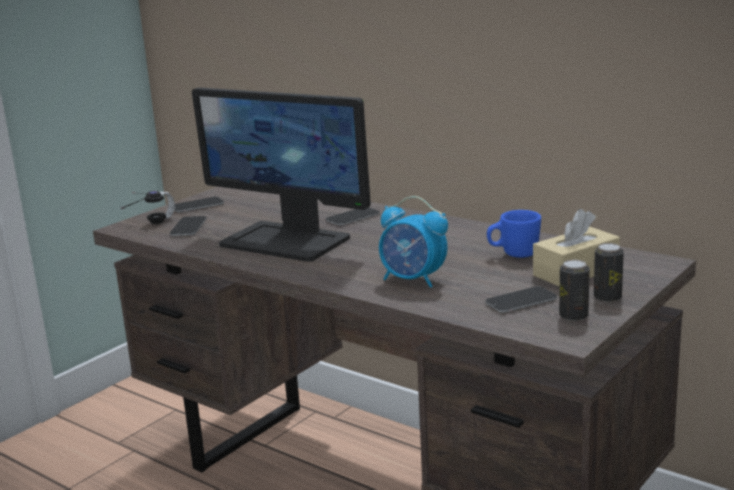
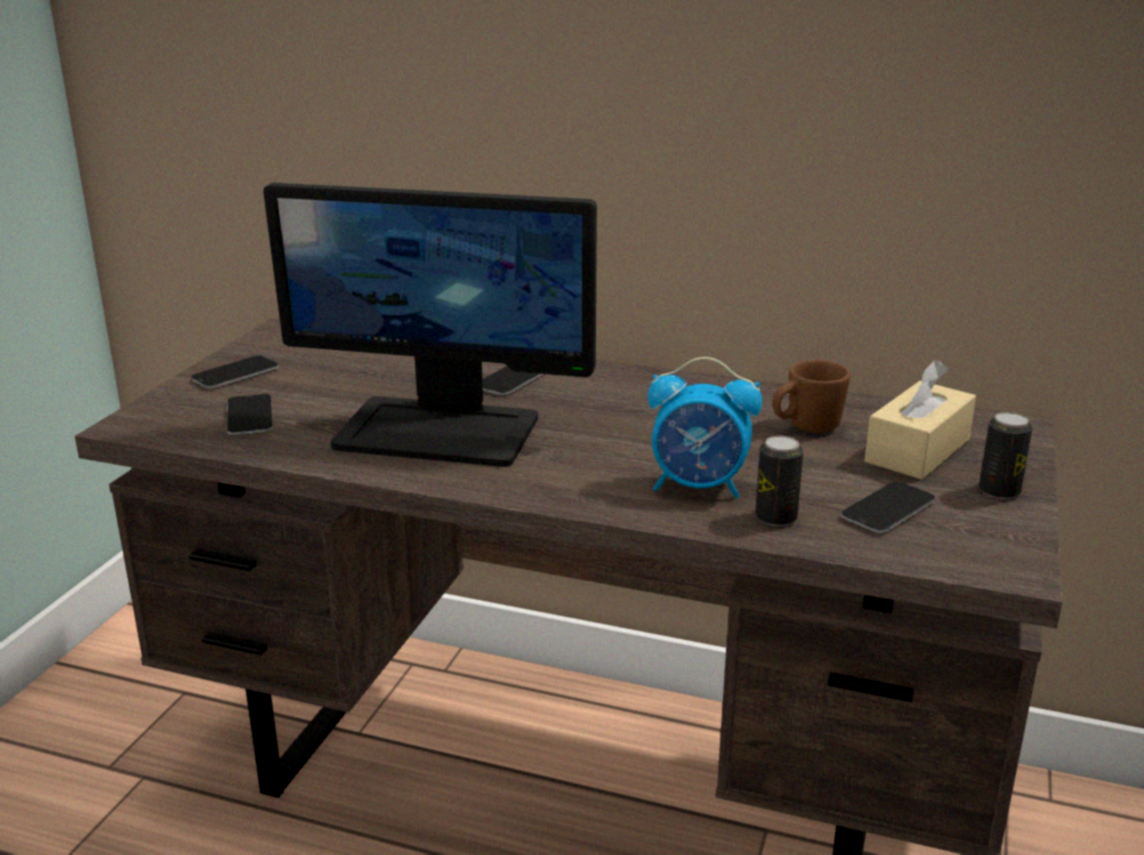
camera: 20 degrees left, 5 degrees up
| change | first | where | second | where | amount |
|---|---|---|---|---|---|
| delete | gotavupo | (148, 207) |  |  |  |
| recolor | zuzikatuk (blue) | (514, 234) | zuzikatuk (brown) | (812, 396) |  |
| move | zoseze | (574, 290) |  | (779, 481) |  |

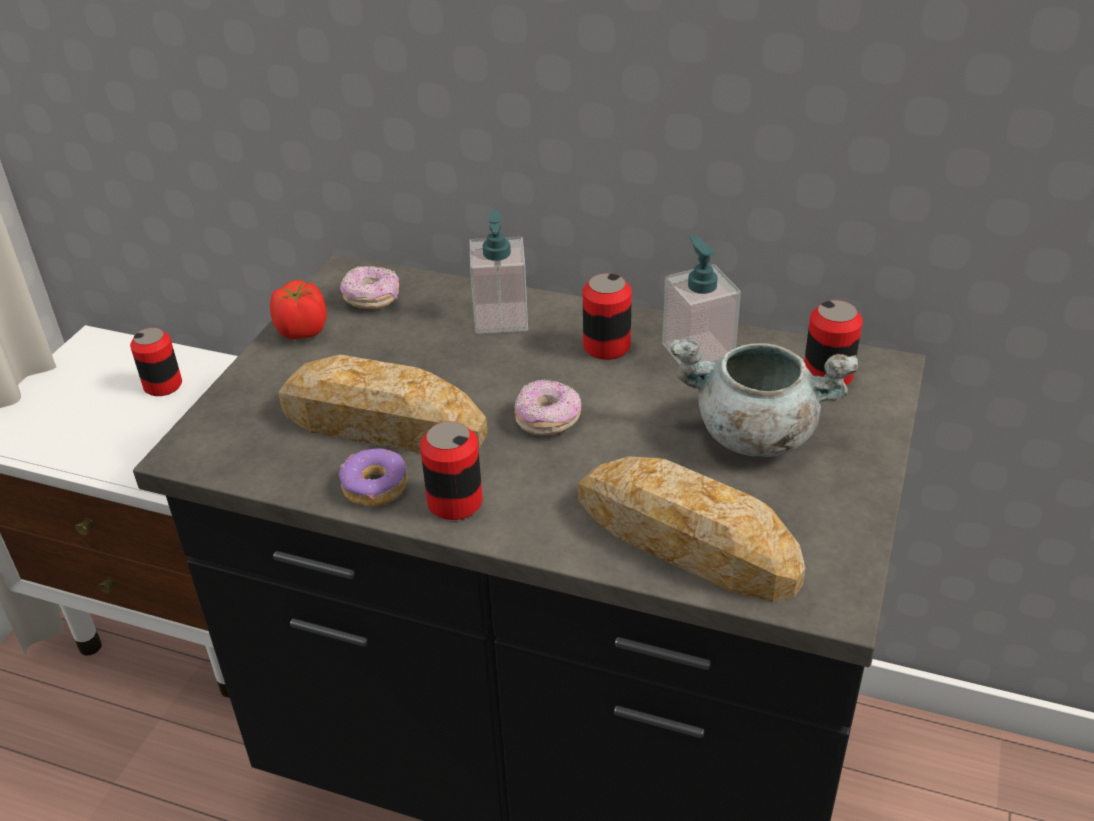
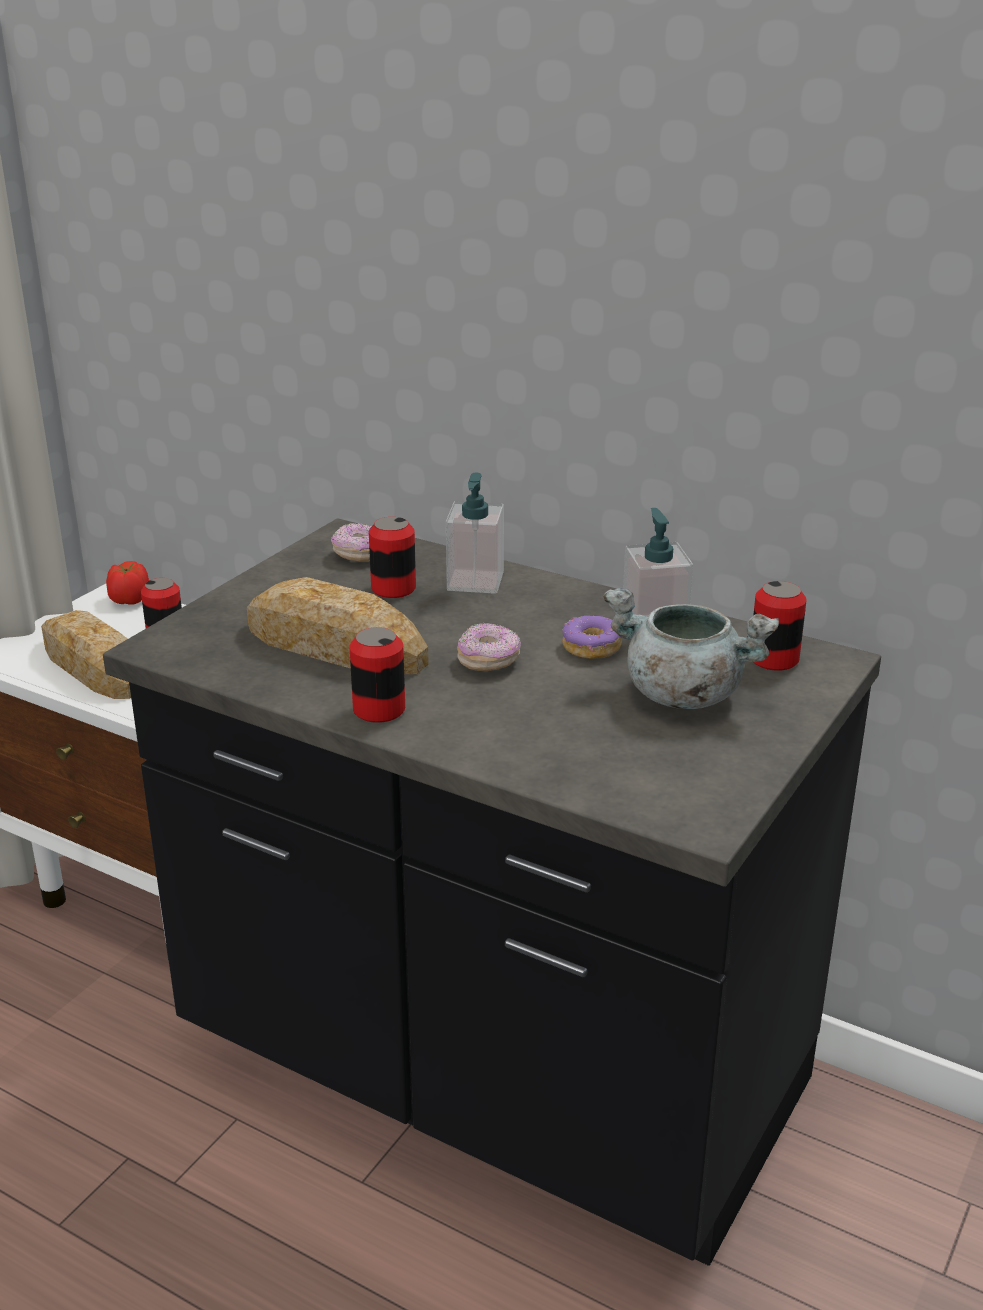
camera: 10 degrees right, 10 degrees down
| change | first | where | second | where | amount |
|---|---|---|---|---|---|
| move | zoseze | (607, 316) |  | (392, 557) |  |
| move | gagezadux | (298, 310) |  | (127, 583) |  |
| move | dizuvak | (373, 477) |  | (592, 637) |  |
| move | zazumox | (691, 529) |  | (86, 654) |  |

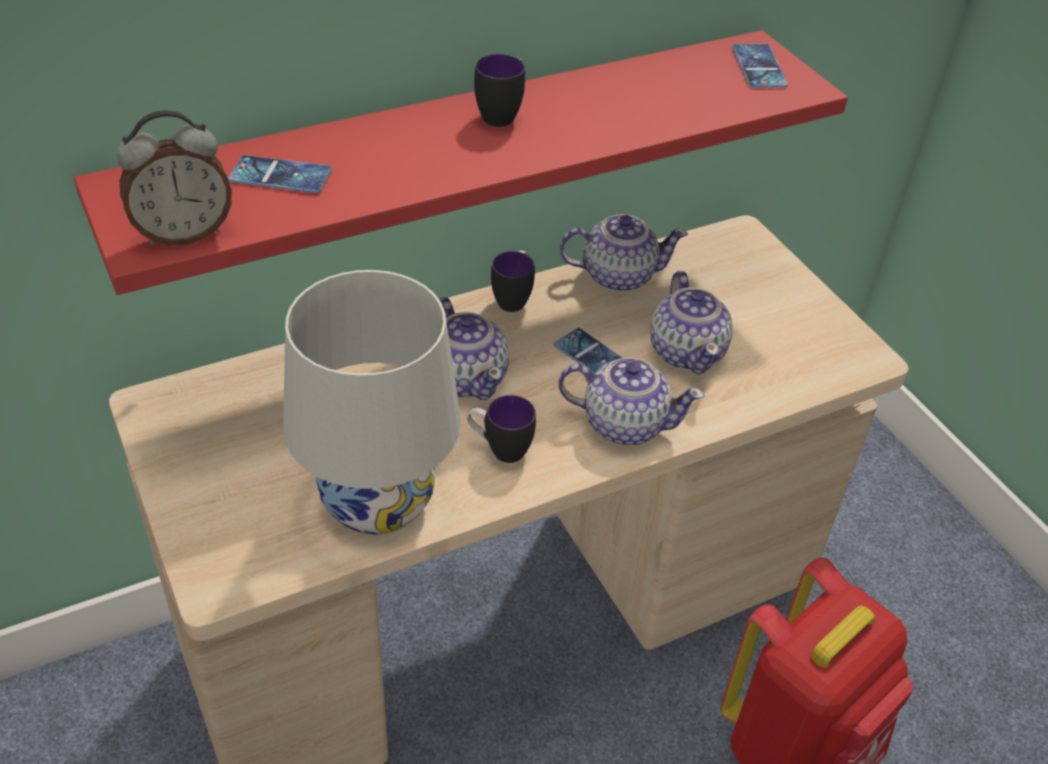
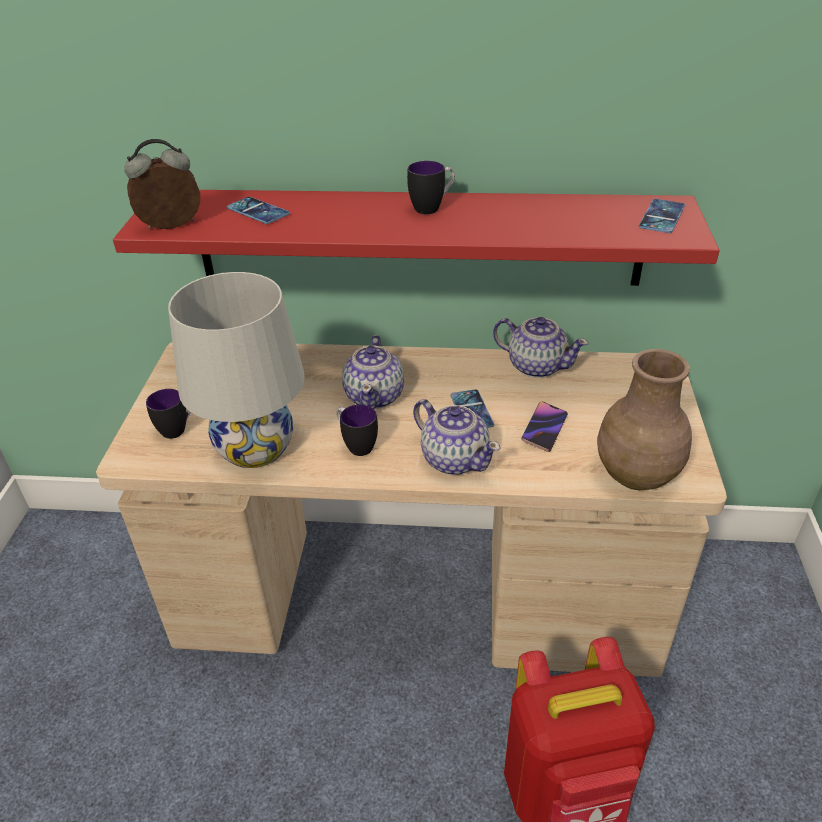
camera: 35 degrees right, 5 degrees down
| change | first | where | second | where | amount |
|---|---|---|---|---|---|
| rotate | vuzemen | (174, 177) |  | (162, 184) | 150 degrees clockwise |
| move | zuzikatuk | (513, 281) |  | (168, 414) |  |
| replace | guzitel | (691, 322) | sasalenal | (544, 427) |  |
| insert |  |  | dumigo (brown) | (644, 419) |  |

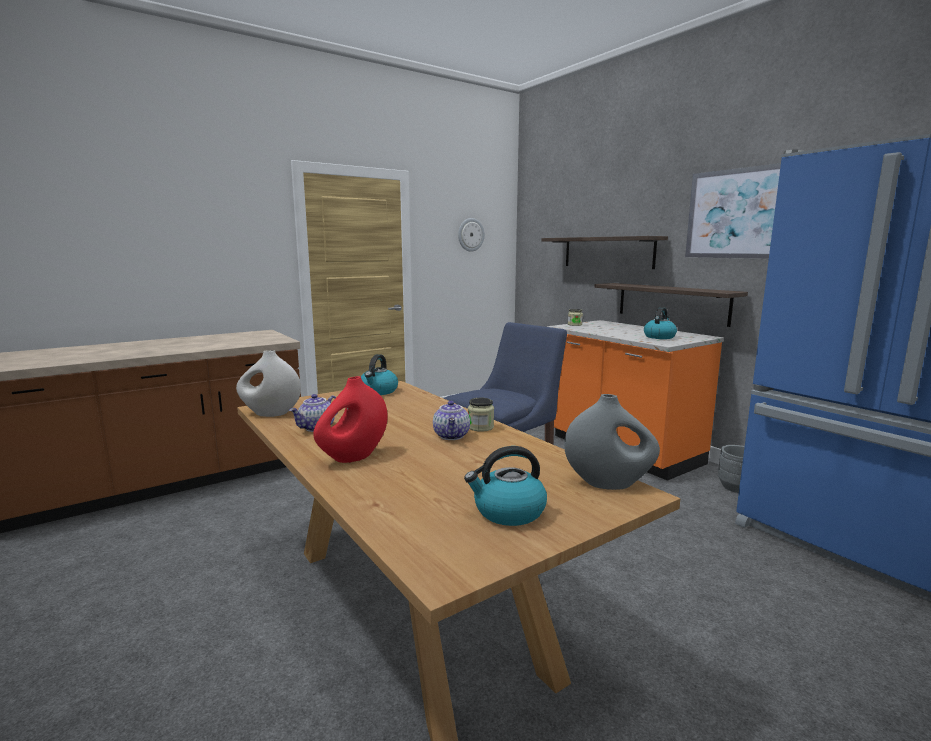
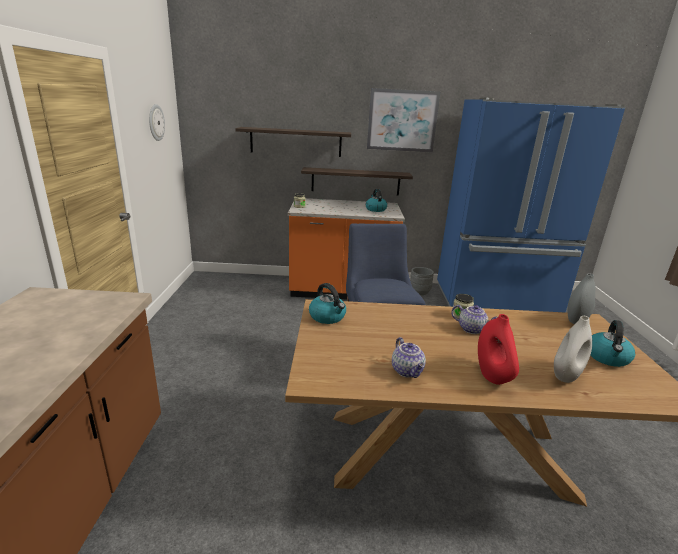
camera: 55 degrees left, 10 degrees up
| change | first | where | second | where | amount |
|---|---|---|---|---|---|
| move | dumigo (white) | (268, 383) |  | (573, 349) |  |

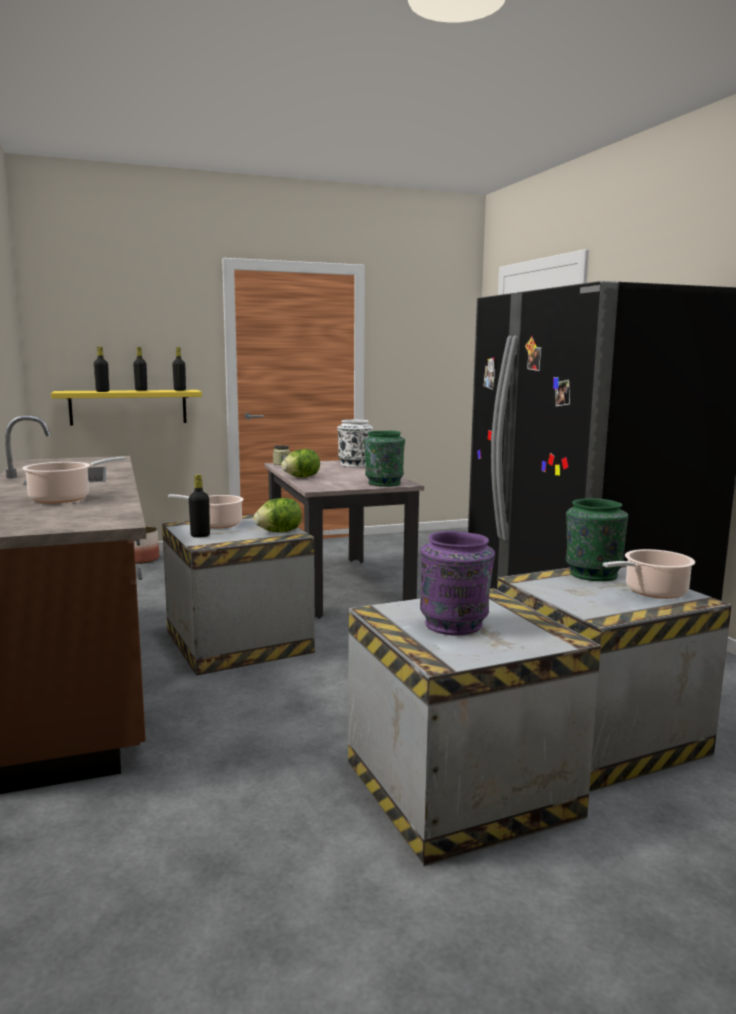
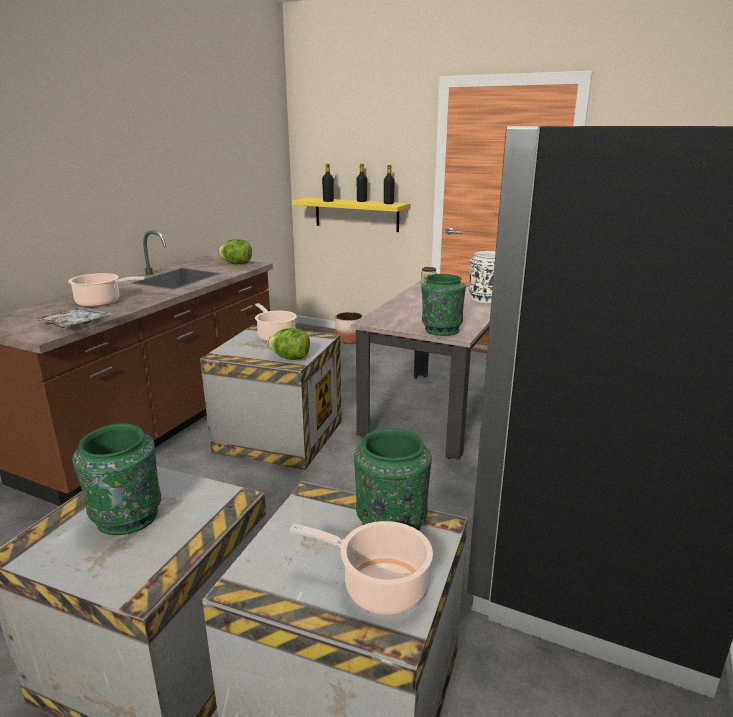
camera: 45 degrees right, 10 degrees up
| change | first | where | second | where | amount |
|---|---|---|---|---|---|
| move | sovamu | (301, 463) |  | (235, 251) |  |
| delete | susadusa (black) | (199, 505) |  |  |  |
| recolor | dumigo (purple) | (457, 583) | dumigo (green) | (116, 479) |  |
| insert |  |  | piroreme | (72, 317) |  |

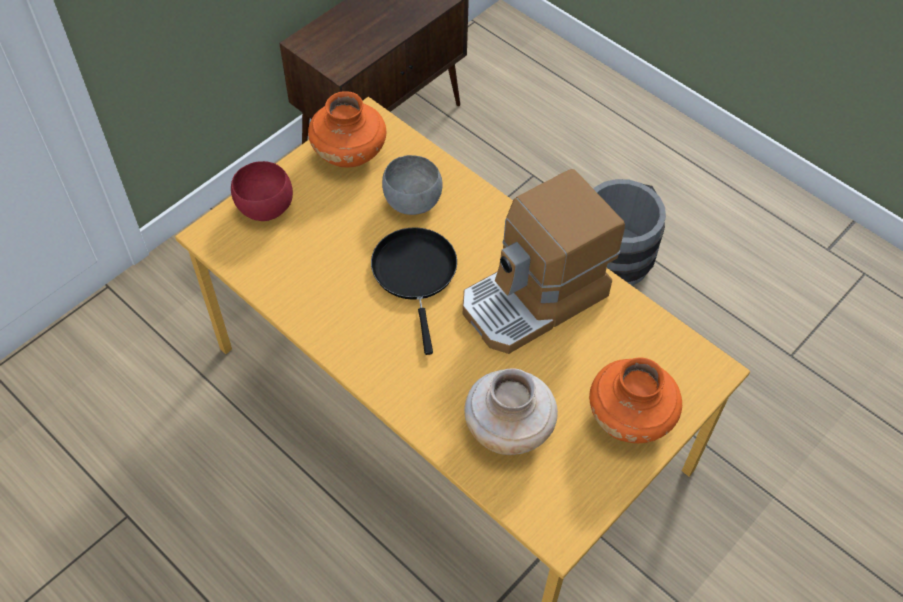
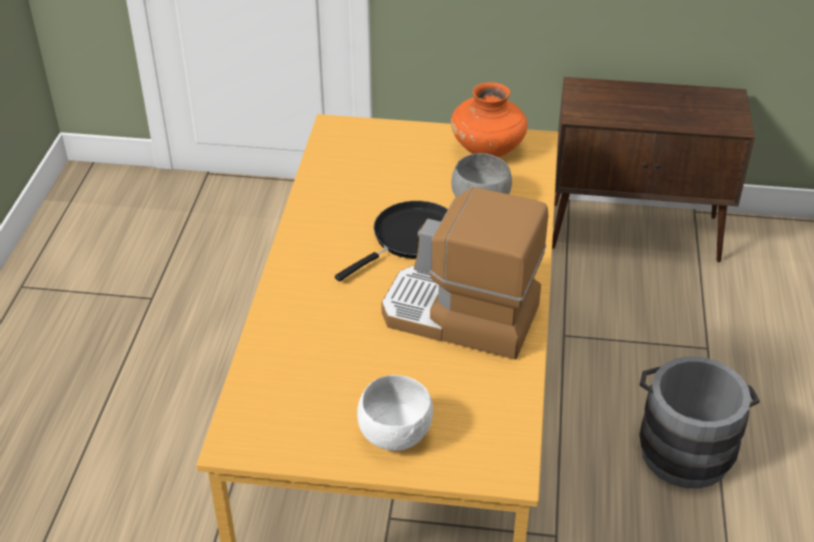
camera: 55 degrees right, 15 degrees down
| change | first | where | second | where | amount |
|---|---|---|---|---|---|
| delete | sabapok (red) | (262, 191) |  |  |  |
| replace | dumigo (orange) | (635, 400) | sabapok (white) | (395, 413) |  |
| delete | dumigo (beige) | (511, 411) |  |  |  |

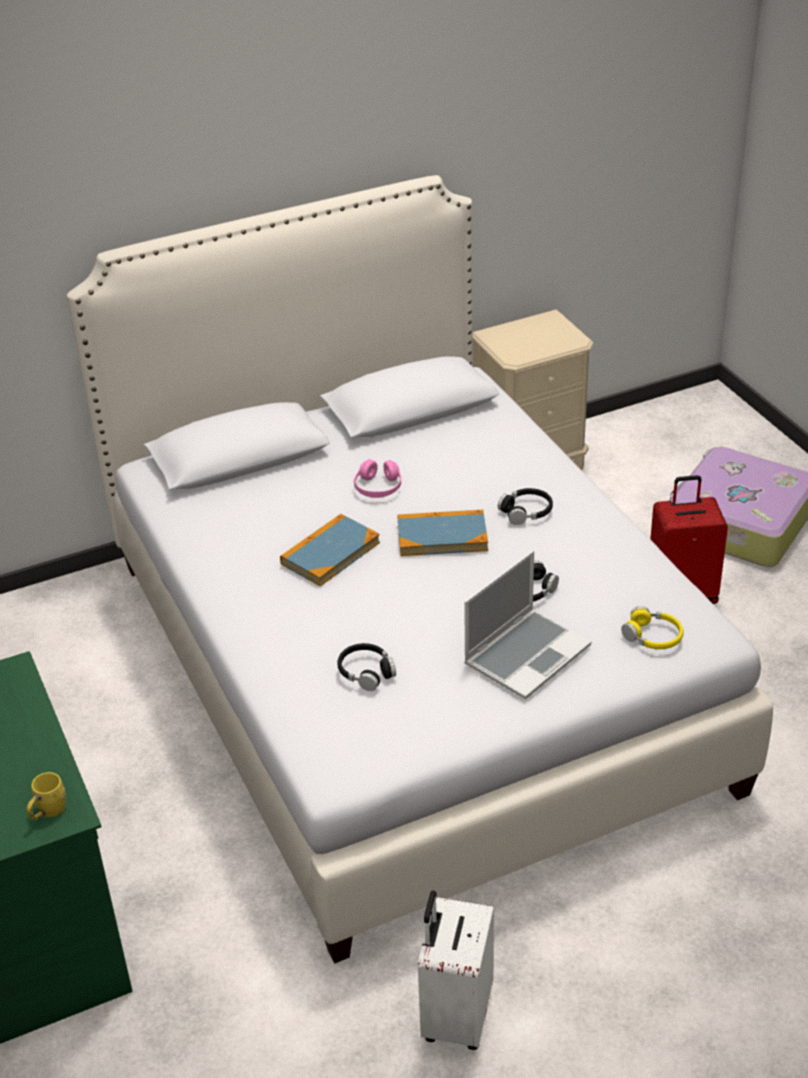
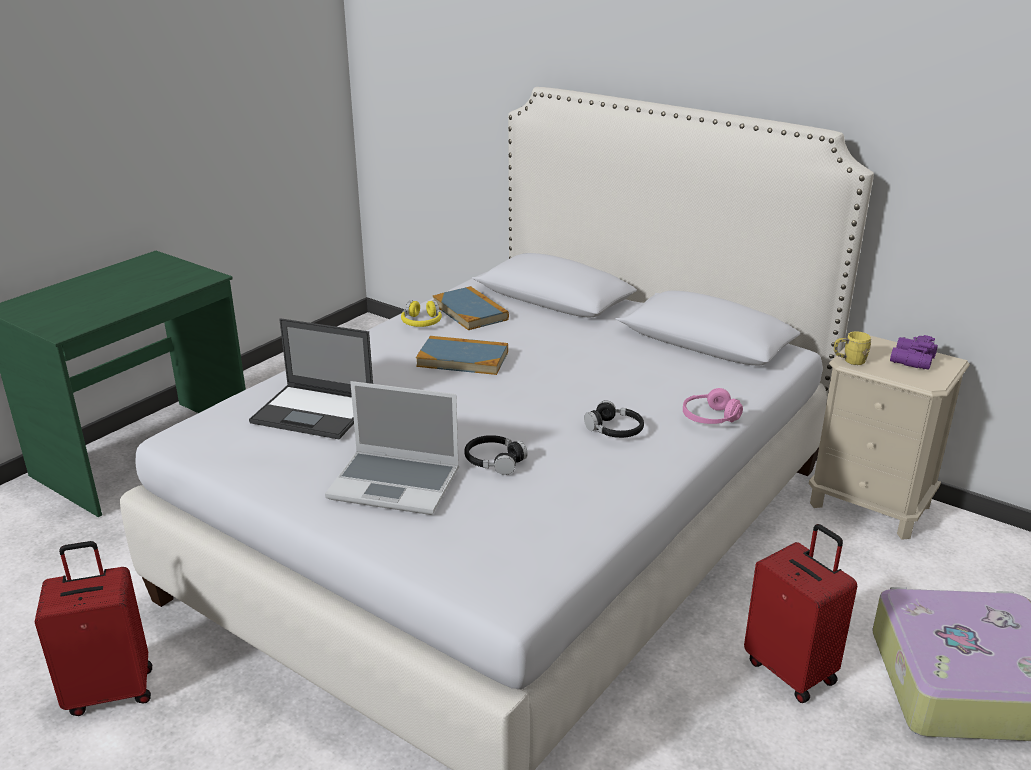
camera: 60 degrees right, 10 degrees down
| change | first | where | second | where | amount |
|---|---|---|---|---|---|
| move | gotavupo (pink) | (377, 478) |  | (713, 406) |  |
| move | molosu | (442, 533) |  | (470, 308) |  |
| move | gotavupo (yellow) | (652, 627) |  | (421, 313) |  |
| replace | gotavupo (black) | (366, 667) | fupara | (311, 378) |  |
| move | zuzikatuk (yellow) | (46, 796) |  | (852, 348) |  |
| recolor | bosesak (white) | (456, 970) | bosesak (red) | (93, 628) |  |
| insert |  |  | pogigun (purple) | (914, 352) |  |

